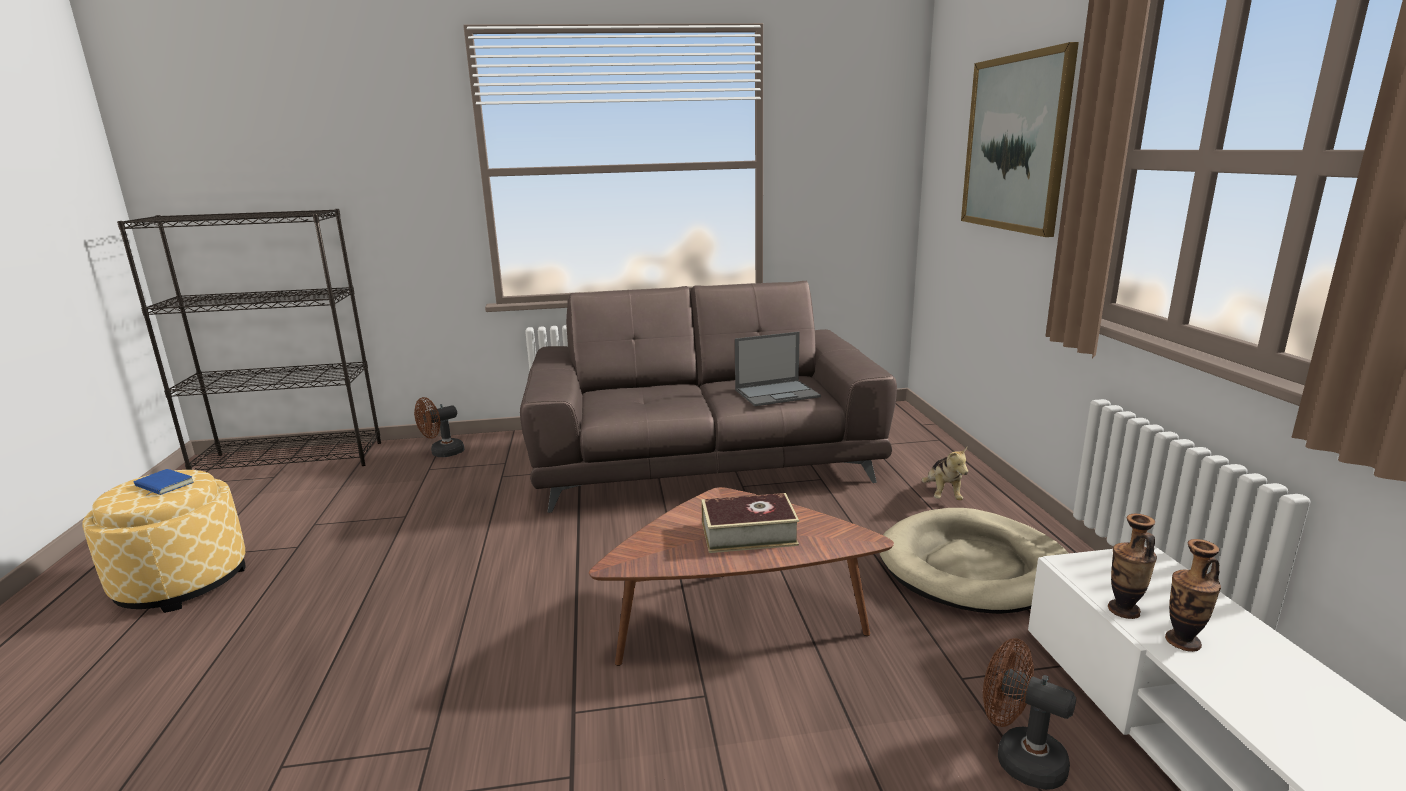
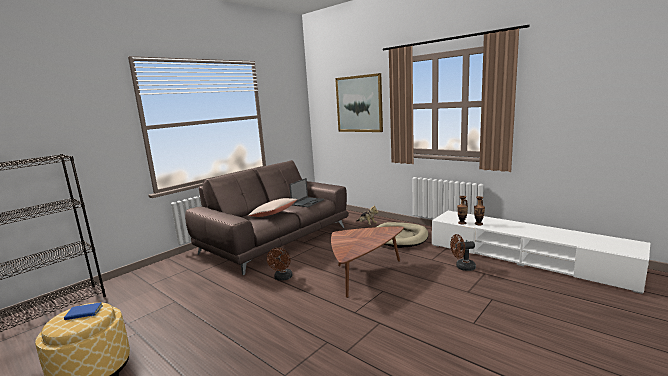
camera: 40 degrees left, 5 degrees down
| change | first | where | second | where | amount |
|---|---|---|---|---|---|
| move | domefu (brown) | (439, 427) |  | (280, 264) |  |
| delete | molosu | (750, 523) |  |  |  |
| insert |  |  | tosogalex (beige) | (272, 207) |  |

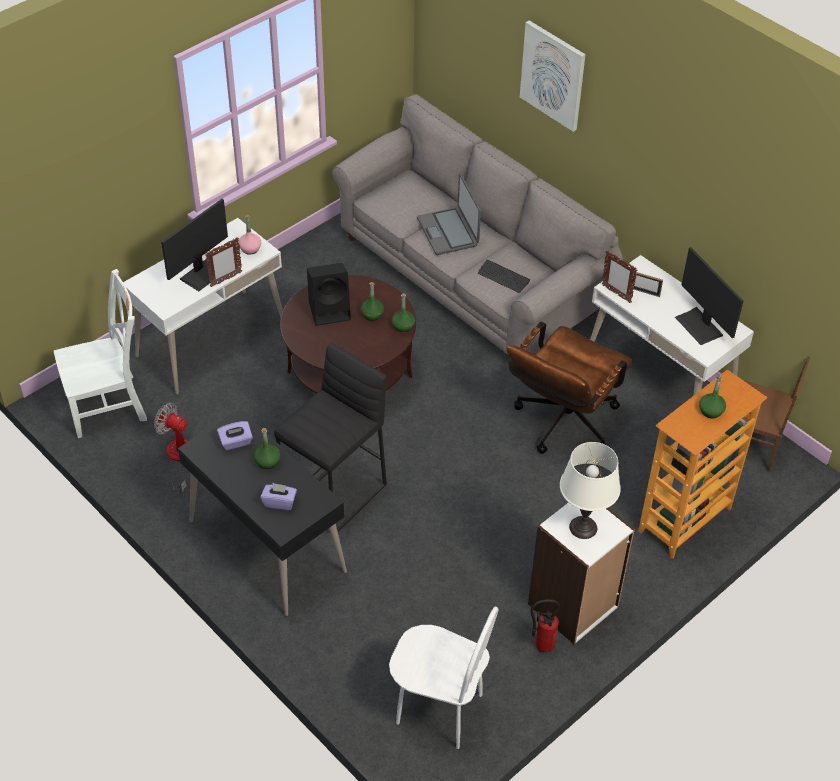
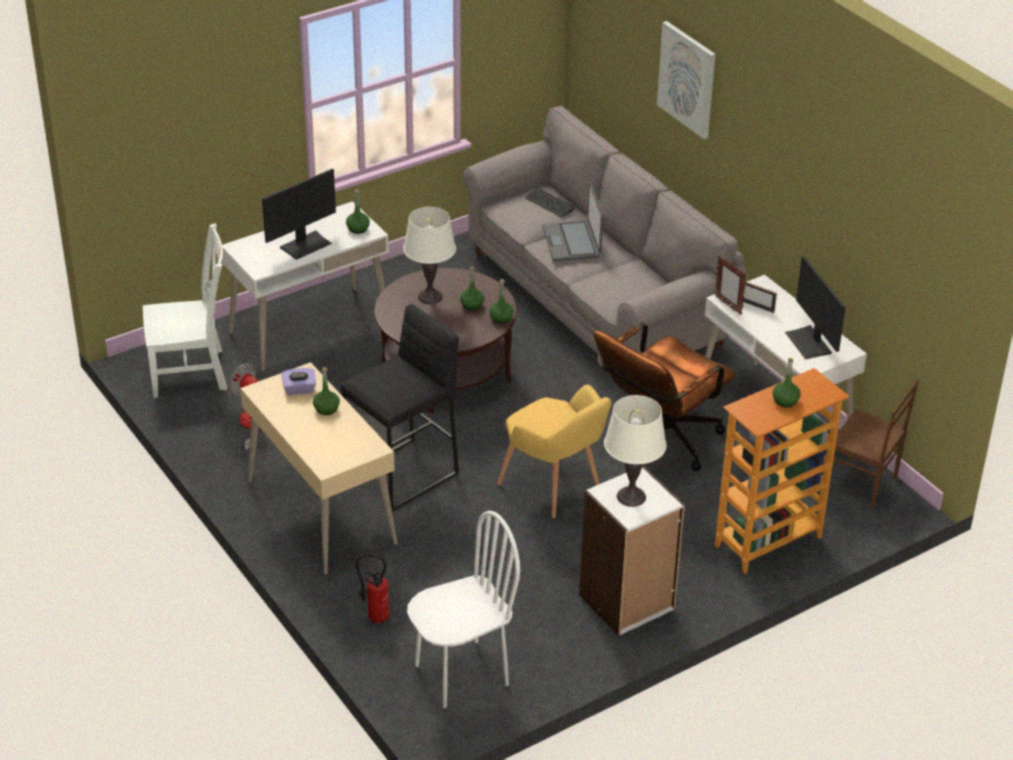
camera: 10 degrees right, 10 degrees down
| change | first | where | second | where | amount |
|---|---|---|---|---|---|
| recolor | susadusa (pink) | (249, 234) | susadusa (green) | (358, 212) |  |
| delete | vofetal | (223, 262) |  |  |  |
| move | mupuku | (504, 276) |  | (550, 202) |  |
| replace | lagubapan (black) | (329, 294) | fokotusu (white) | (429, 255) |  |
| recolor | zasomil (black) | (262, 512) | zasomil (beige) | (318, 468) |  |
| delete | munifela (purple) | (279, 496) |  |  |  |
| move | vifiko | (545, 625) |  | (372, 588) |  |
| rotate | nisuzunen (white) | (444, 678) |  | (463, 609) | 60 degrees counterclockwise |
| insert |  |  | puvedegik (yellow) | (554, 451) |  |

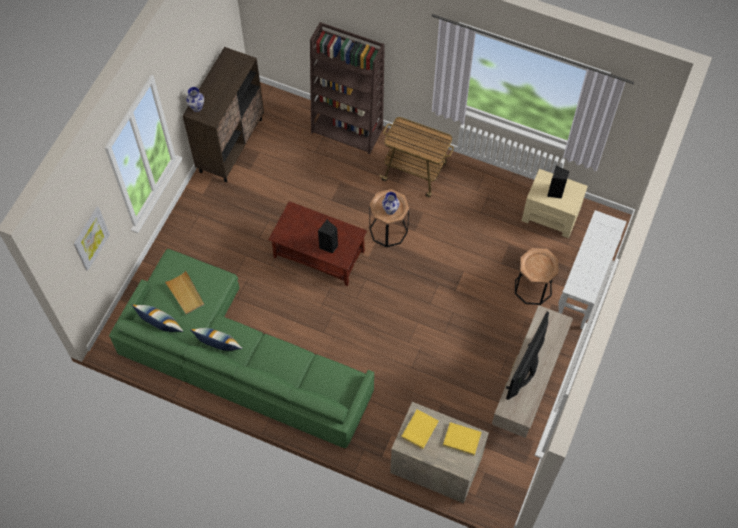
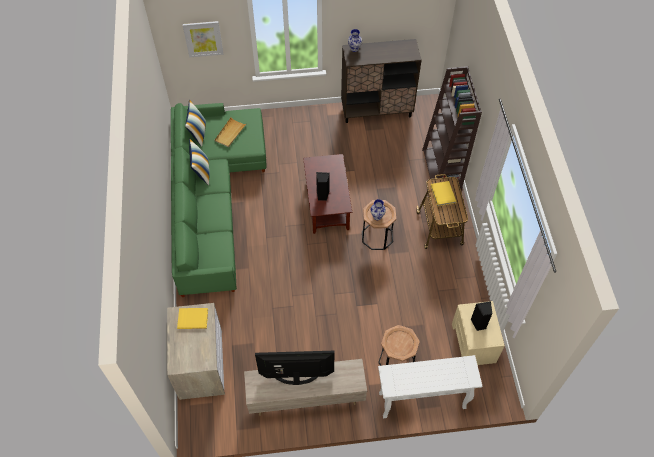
camera: 60 degrees right, 5 degrees down
| change | first | where | second | where | amount |
|---|---|---|---|---|---|
| move | molosu (yellow) | (462, 439) |  | (443, 193) |  |

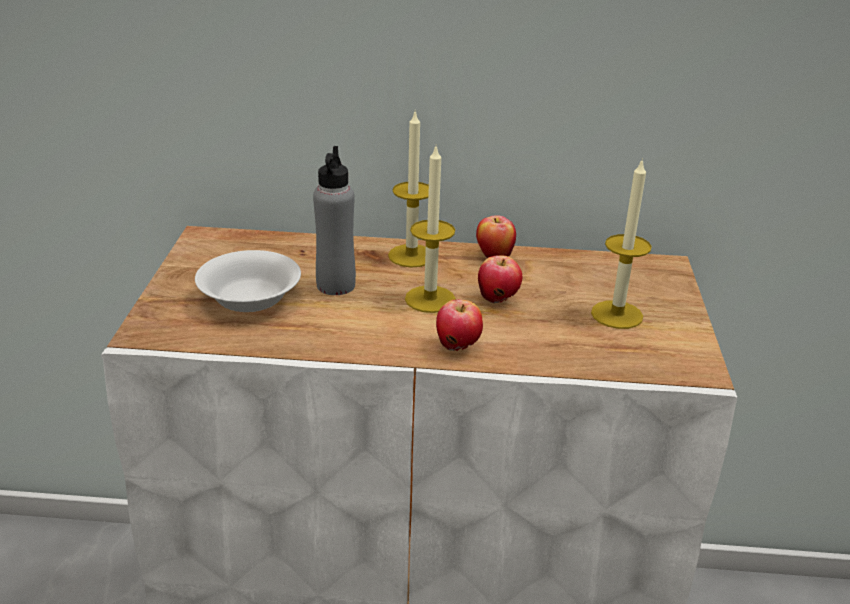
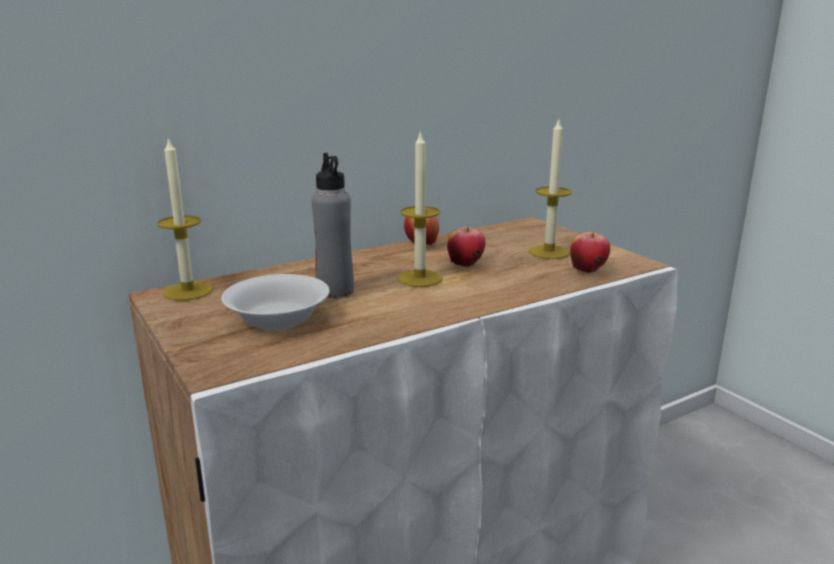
camera: 35 degrees left, 10 degrees down
| change | first | where | second | where | amount |
|---|---|---|---|---|---|
| move | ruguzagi | (408, 189) |  | (185, 218) |  |
| move | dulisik | (459, 325) |  | (590, 252) |  |

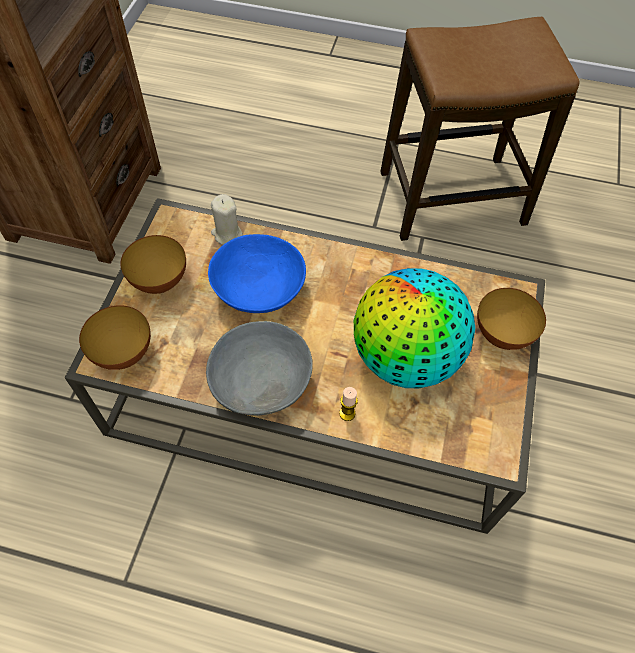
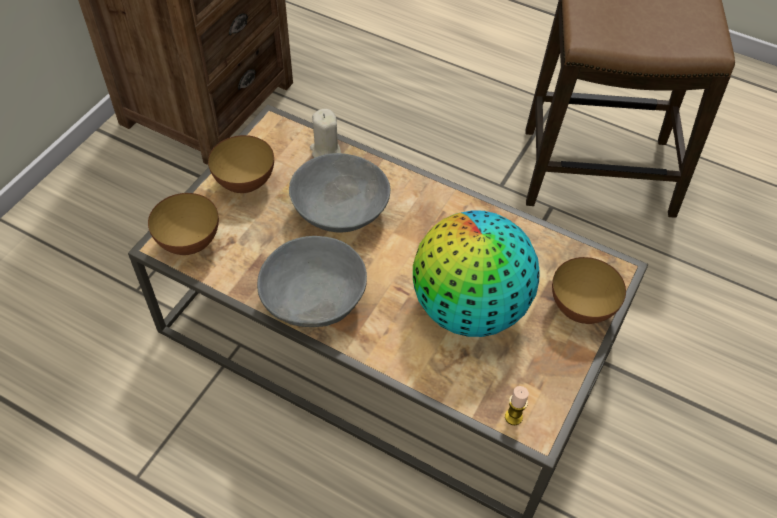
camera: 15 degrees right, 5 degrees down
| change | first | where | second | where | amount |
|---|---|---|---|---|---|
| recolor | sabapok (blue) | (257, 273) | sabapok (grey) | (339, 192) |  |
| move | ruguzagi | (348, 404) |  | (517, 405) |  |

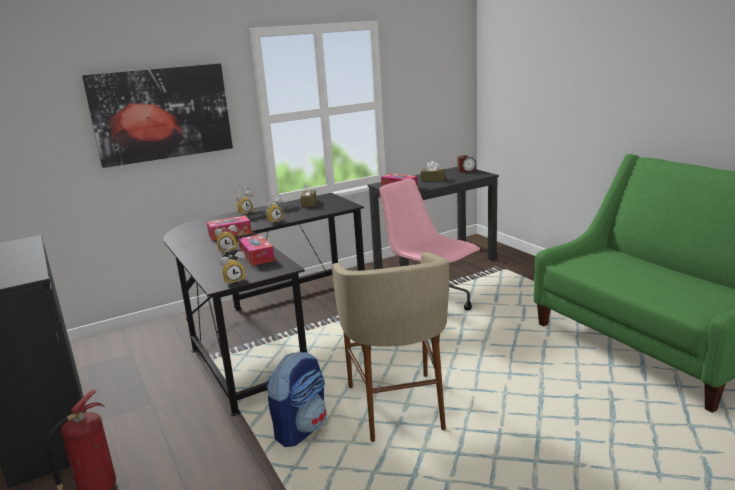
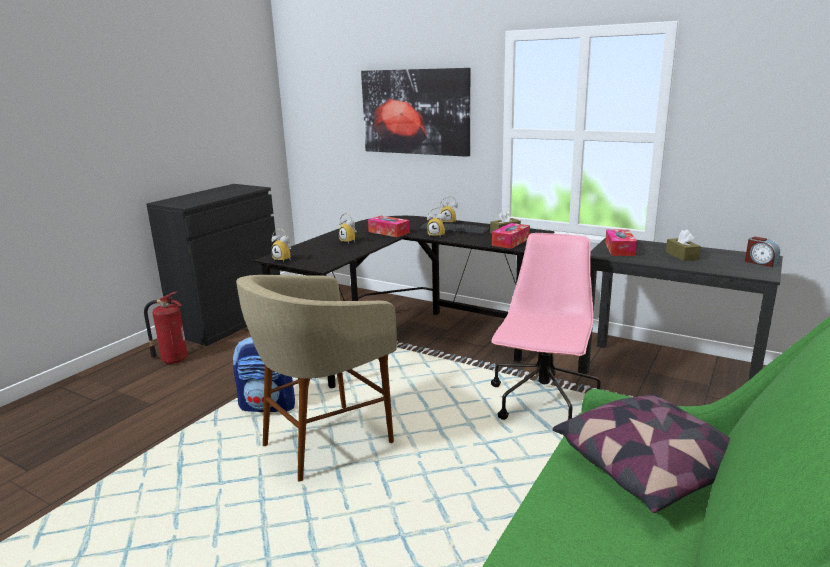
camera: 60 degrees right, 0 degrees up
| change | first | where | second | where | amount |
|---|---|---|---|---|---|
| move | munifela | (256, 250) |  | (511, 236) |  |
| insert |  |  | tosogalex | (641, 453) |  |

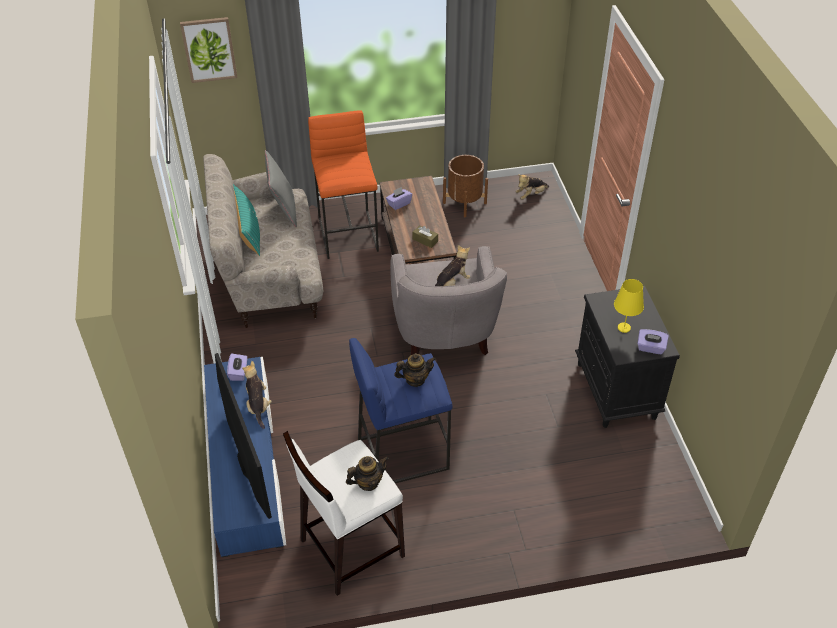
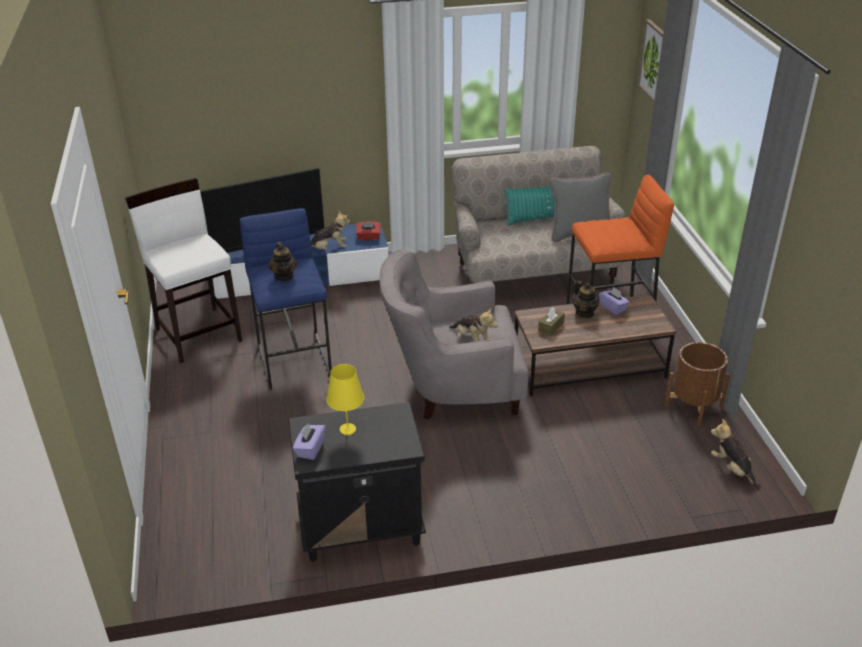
camera: 90 degrees right, 10 degrees down
| change | first | where | second | where | amount |
|---|---|---|---|---|---|
| recolor | munifela (purple) | (237, 367) | munifela (red) | (368, 231) |  |
| move | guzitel | (367, 473) |  | (586, 299) |  |

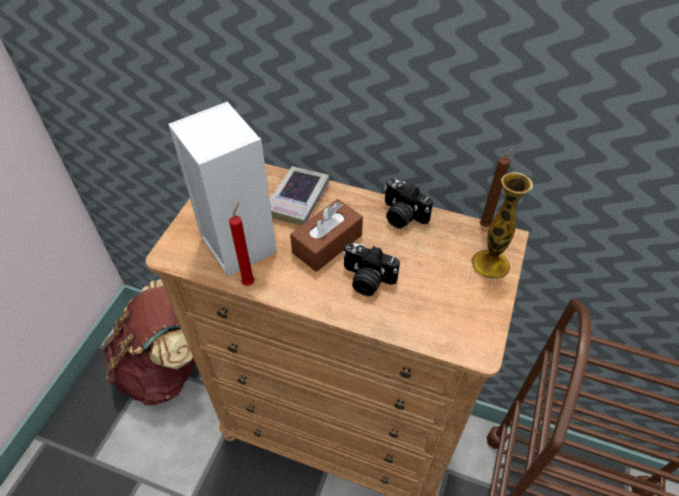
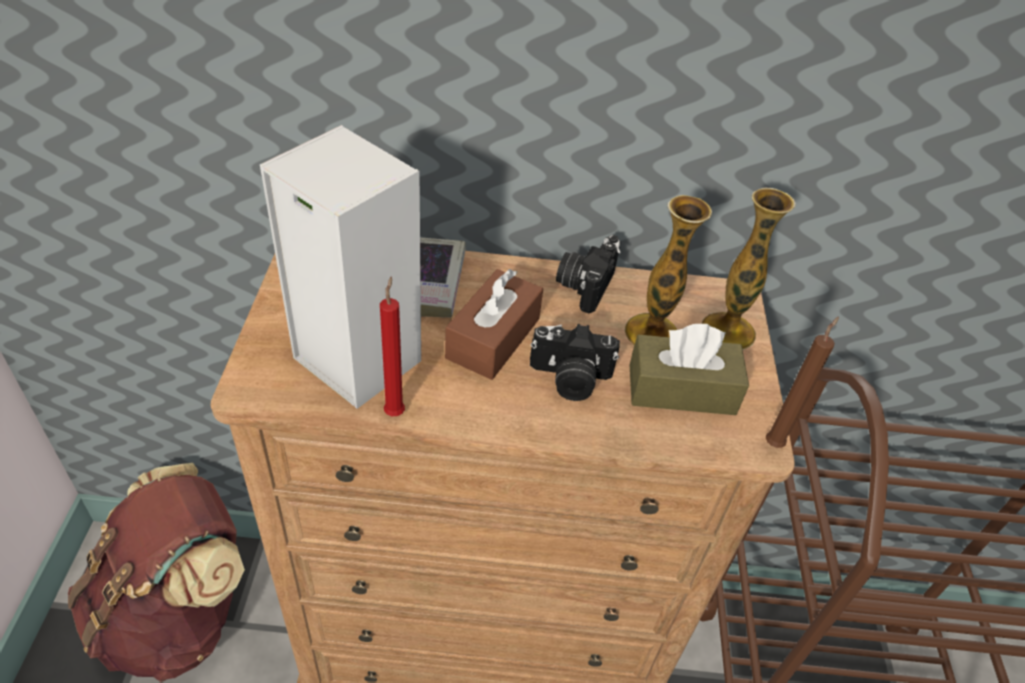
camera: 20 degrees left, 5 degrees down
| change | first | where | second | where | amount |
|---|---|---|---|---|---|
| move | ruguzagi (brown) | (497, 187) |  | (802, 382) |  |
| rotate | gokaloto | (408, 204) |  | (588, 274) | 90 degrees clockwise |
| insert |  |  | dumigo | (668, 270) |  |
| insert |  |  | munifela (brown) | (689, 369) |  |

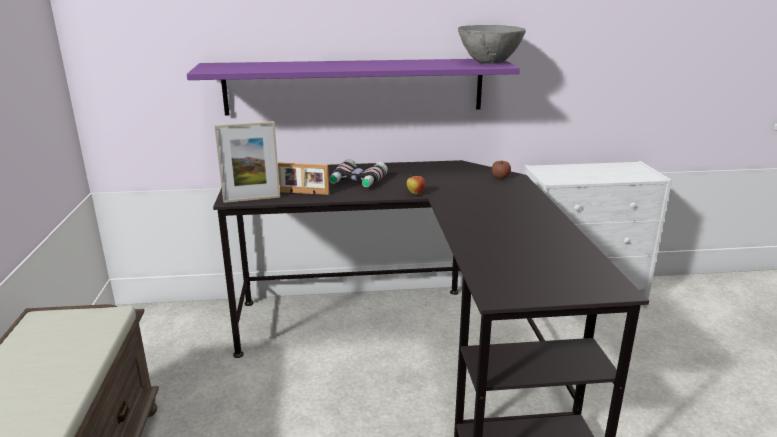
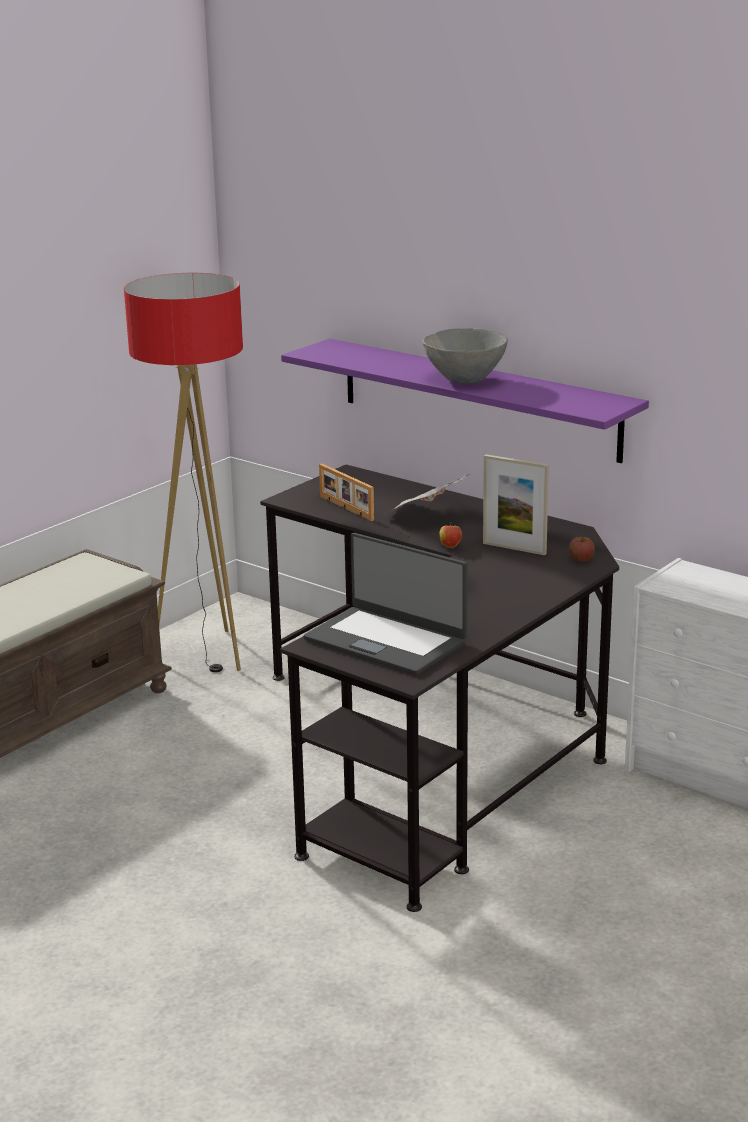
camera: 45 degrees right, 0 degrees up
| change | first | where | second | where | amount |
|---|---|---|---|---|---|
| move | sabapok (grey) | (492, 44) |  | (465, 356) |  |
| move | vofetal | (247, 162) |  | (516, 504) |  |
| replace | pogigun | (358, 173) | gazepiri | (430, 492) |  |
| insert |  |  | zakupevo | (183, 472) |  |
| insert |  |  | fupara | (385, 604) |  |

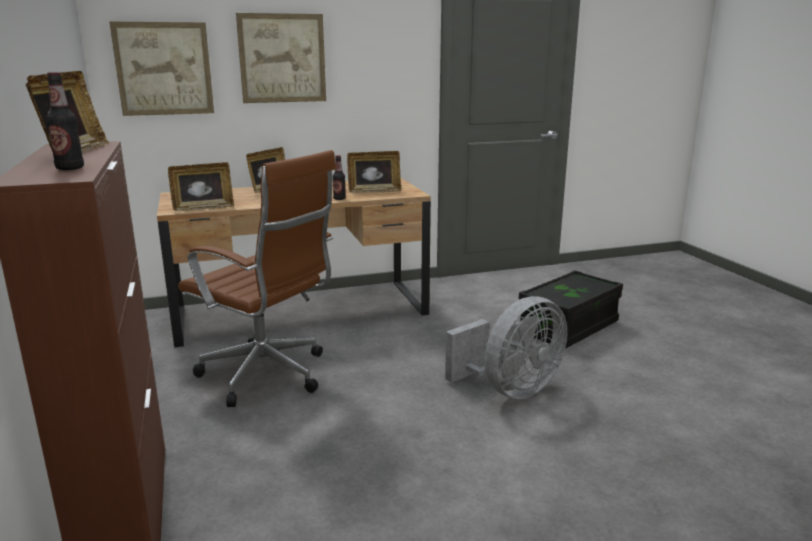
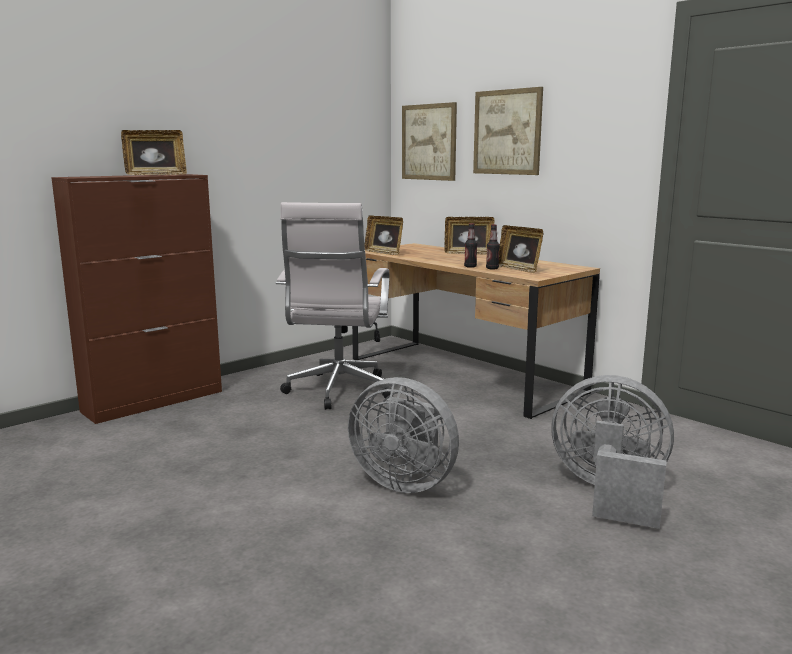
camera: 65 degrees right, 5 degrees down
| change | first | where | second | where | amount |
|---|---|---|---|---|---|
| move | susadusa | (65, 121) |  | (493, 246) |  |
| recolor | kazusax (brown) | (257, 278) | kazusax (white) | (333, 306) |  |
| replace | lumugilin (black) | (571, 309) | domefu (grey) | (612, 452) |  |

